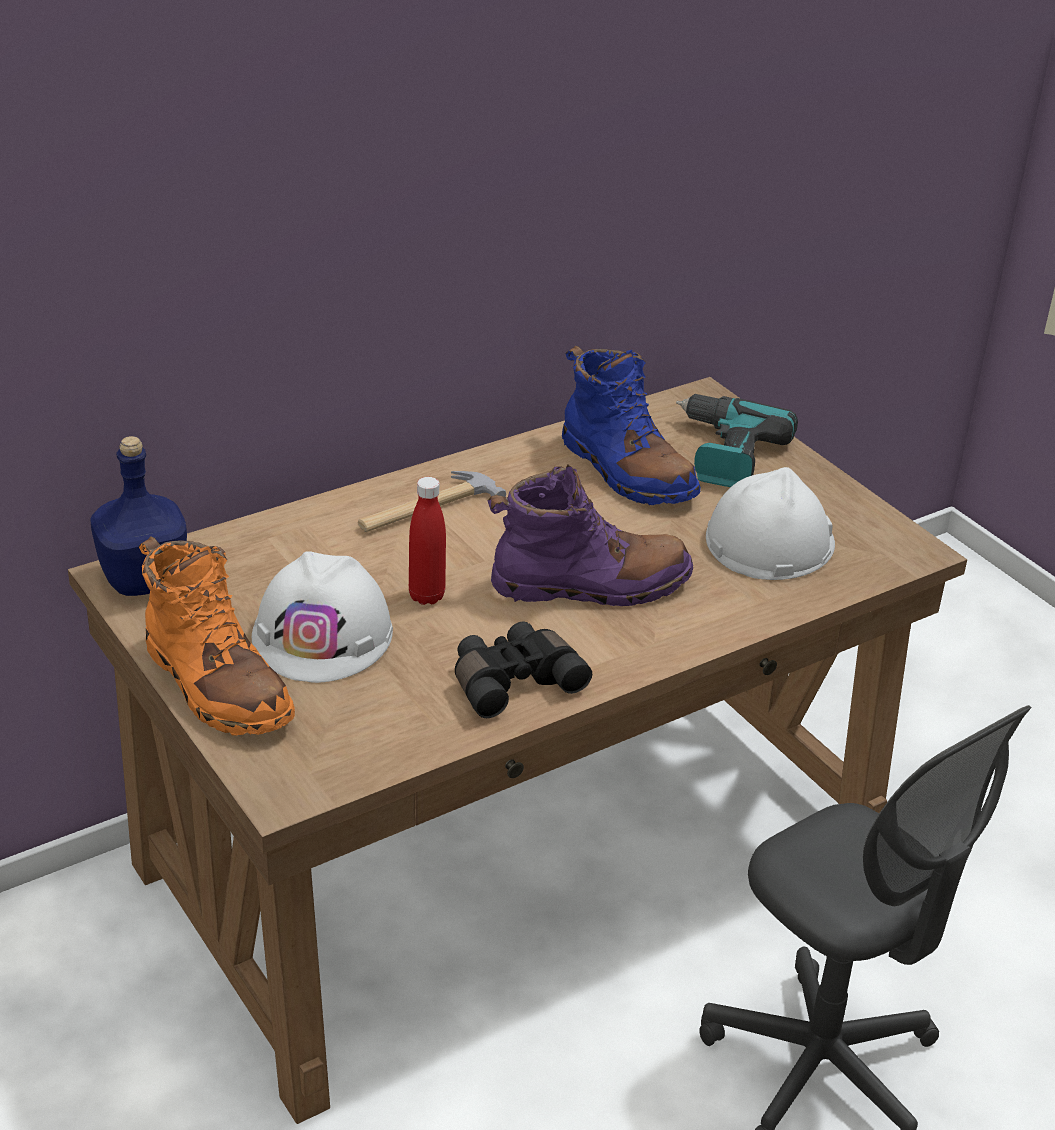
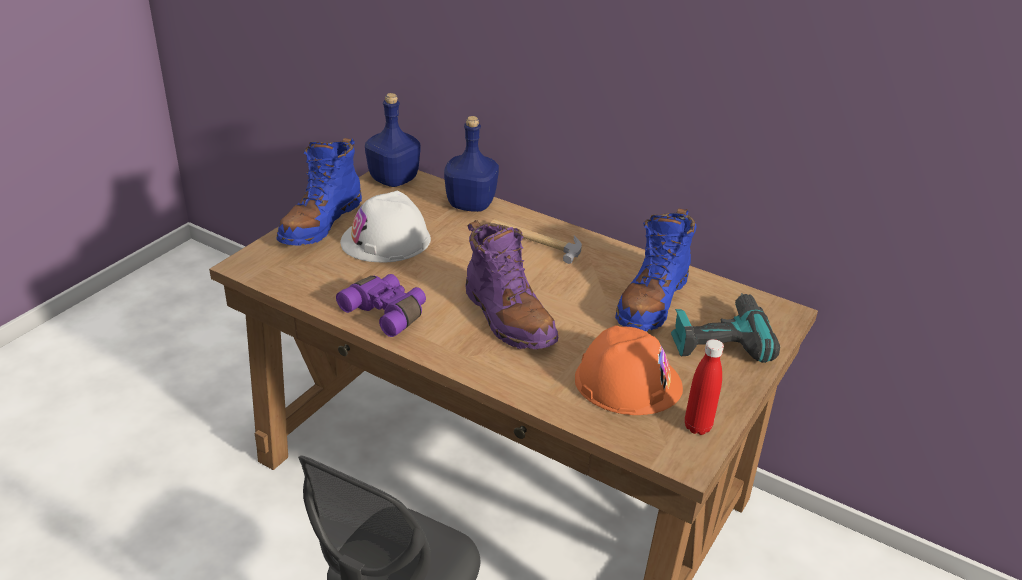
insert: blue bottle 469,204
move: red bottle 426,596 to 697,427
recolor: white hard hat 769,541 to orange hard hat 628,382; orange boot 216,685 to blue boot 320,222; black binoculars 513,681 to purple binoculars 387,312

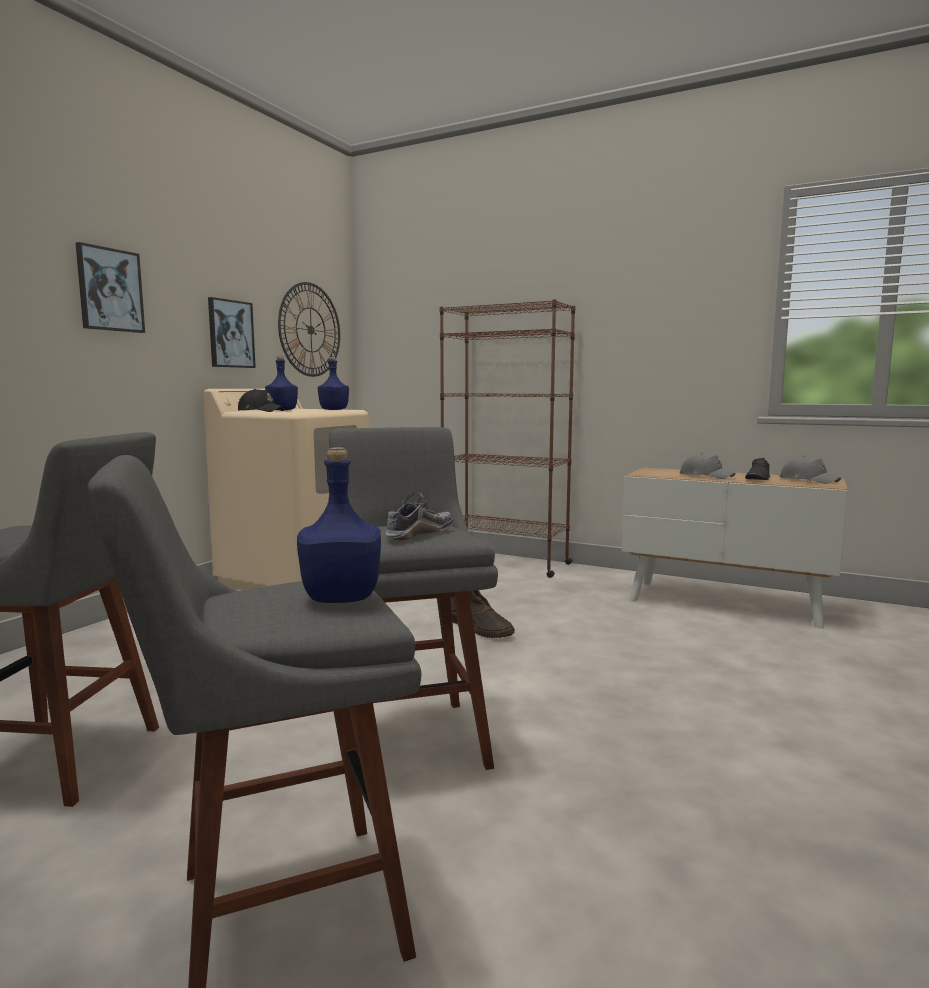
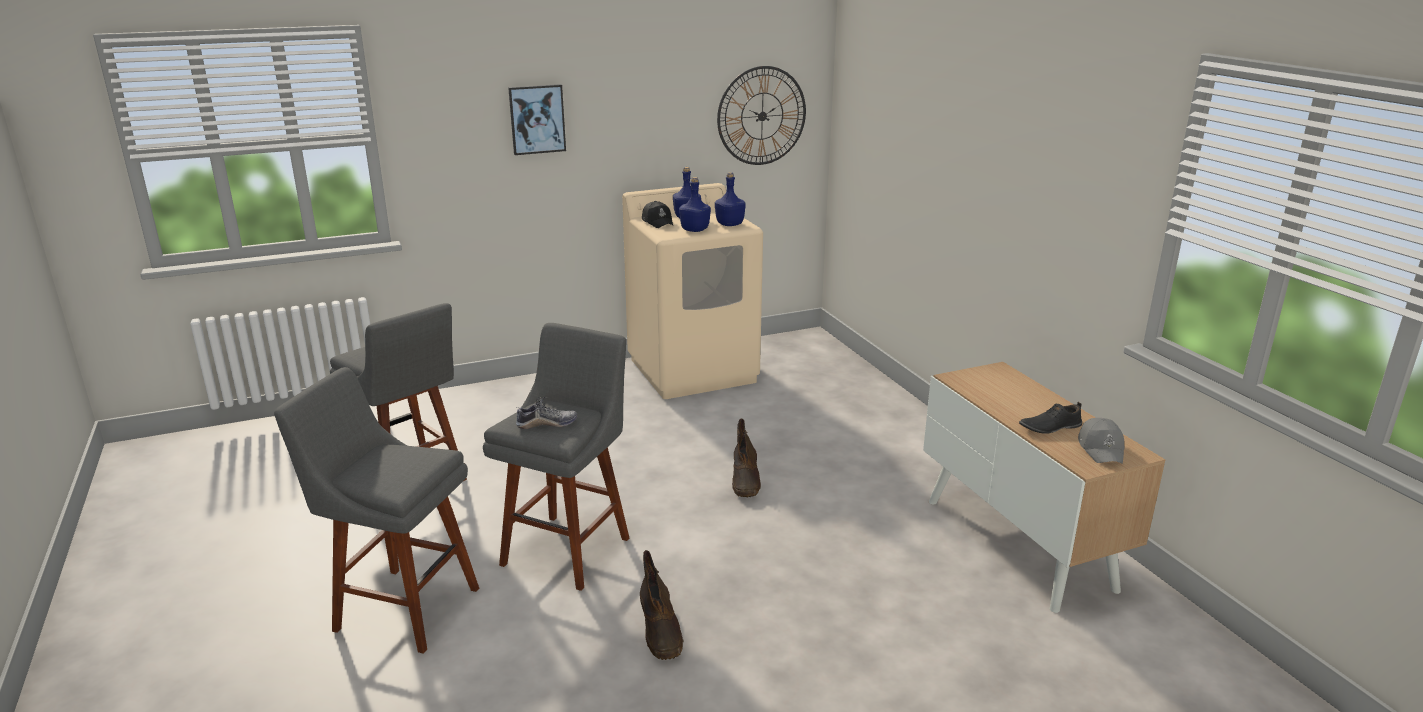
delete: picture 230,334; brown bookcase 505,563; grey cap 706,476
insert: brown boot 661,630
move: blue bottle 343,597 to 695,230

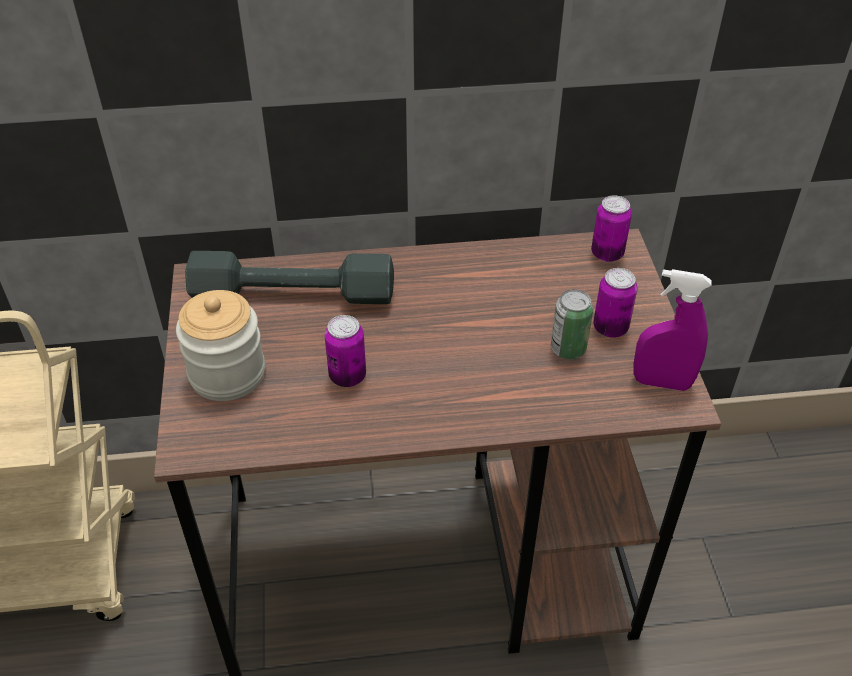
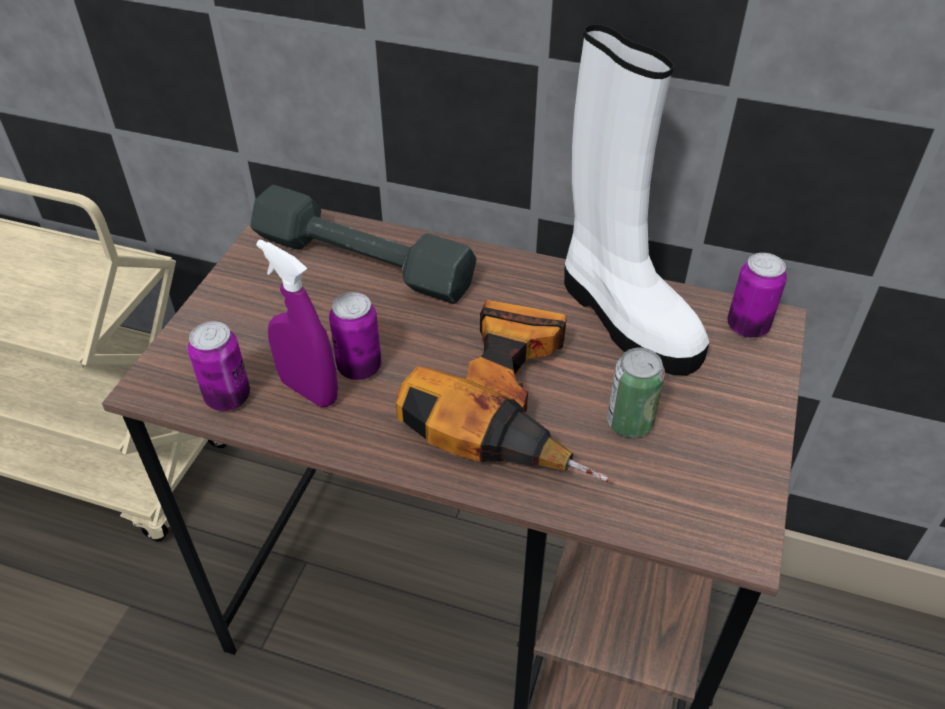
delete: jar 227,374
insert: white boot 624,316; power drill 515,404
move: can 610,328 to 228,397; purple spray bottle 662,382 to 309,390

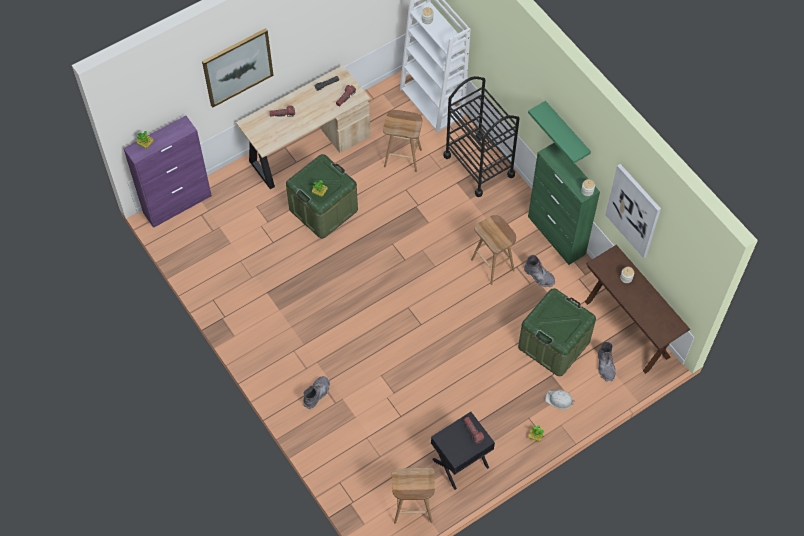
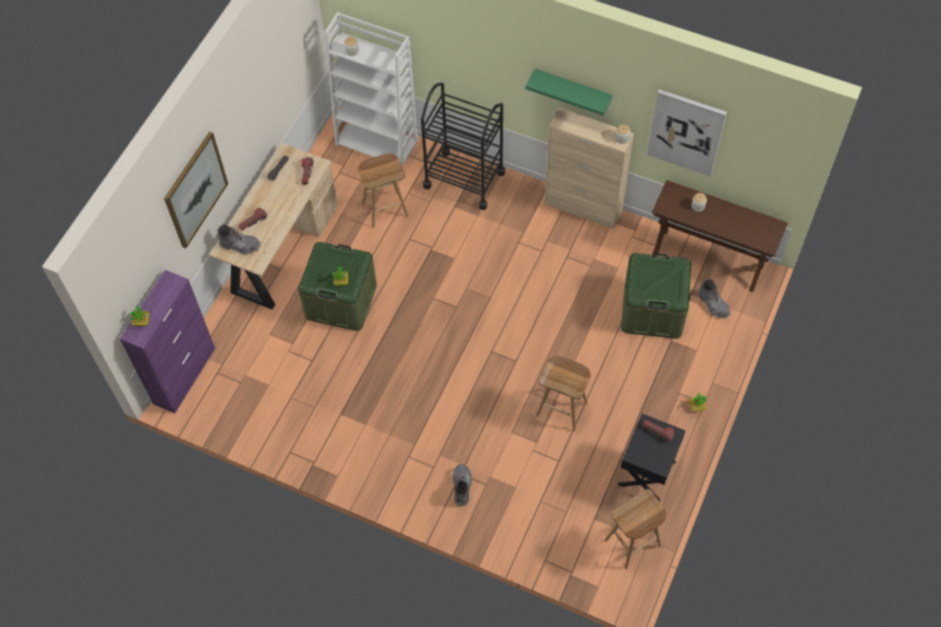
delete: white hard hat 559,400
move: brown stool 493,265 to 562,409; grey boot 539,276 to 240,246
recolor: green cabinet 556,236 to beige cabinet 583,207

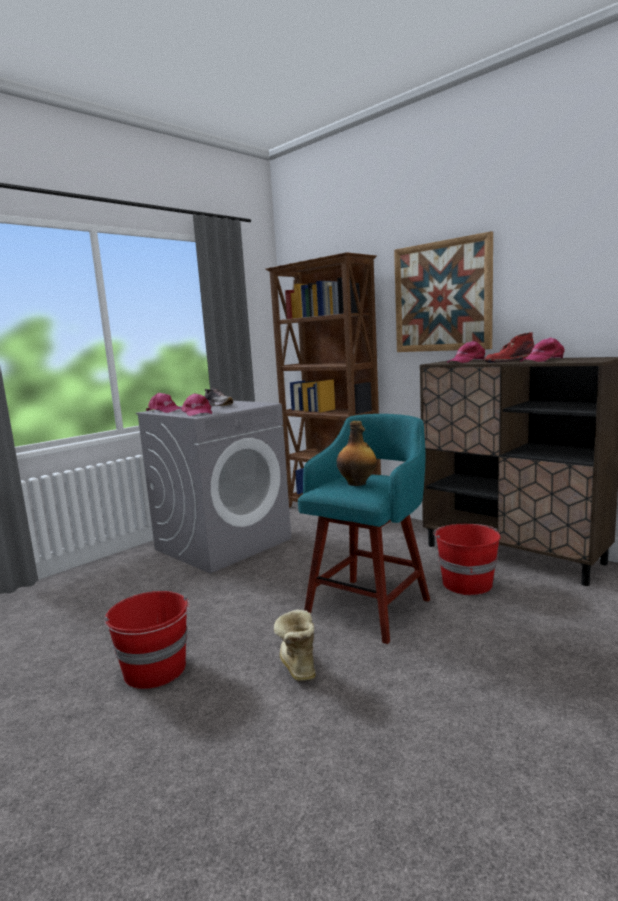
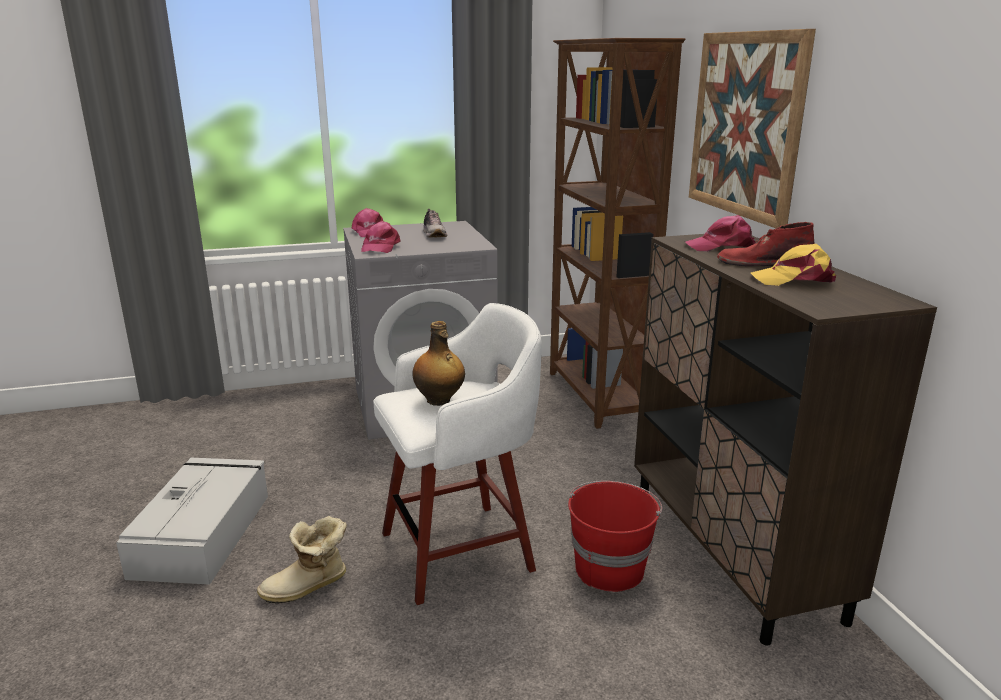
replace: red bucket 155,670 to grey storage box 203,533
recolor: pink cap 543,360 to yellow cap 794,279; turquoise stool 370,606 to white stool 462,550
rotate: boot 296,666 = 308,587 135 degrees counterclockwise

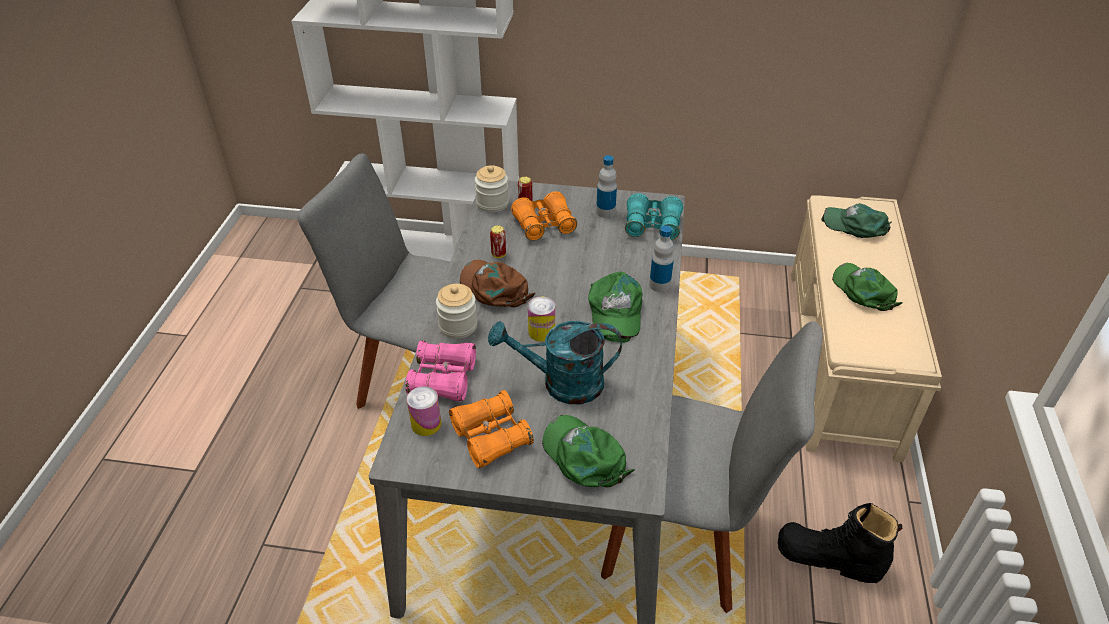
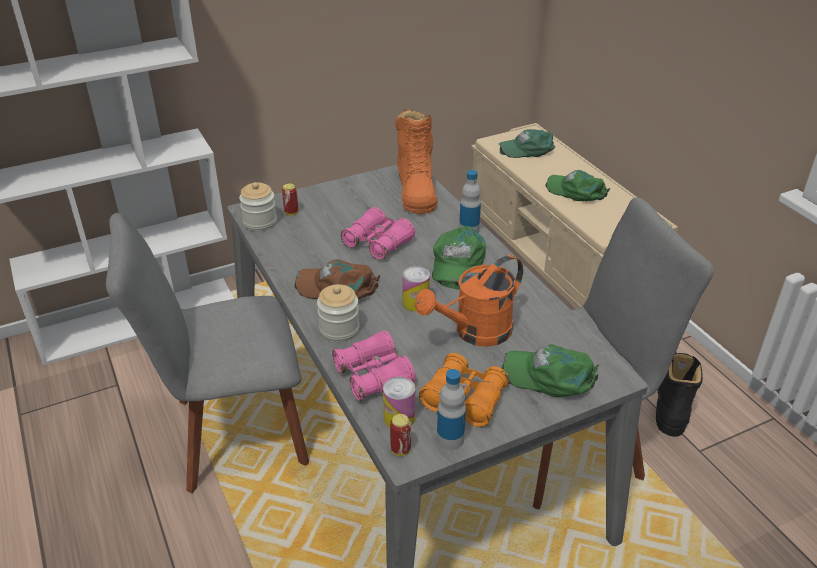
delete: orange binoculars 544,225
insert: pink binoculars 378,243
move: bottle 605,212 to 450,439; can 498,254 to 400,450
replace: turquoise binoculars 652,226 to orange boot 416,190
recolor: turquoise watering can 561,383 to orange watering can 475,333
rotate: green cap 614,312 = 457,263 45 degrees clockwise; black boot 829,557 = 671,403 120 degrees clockwise

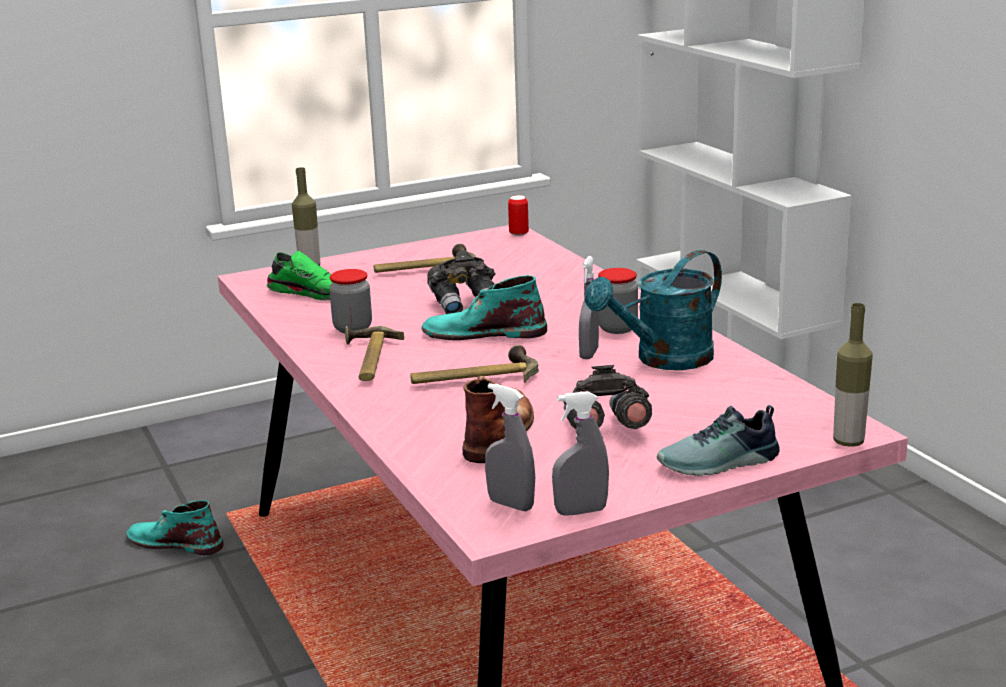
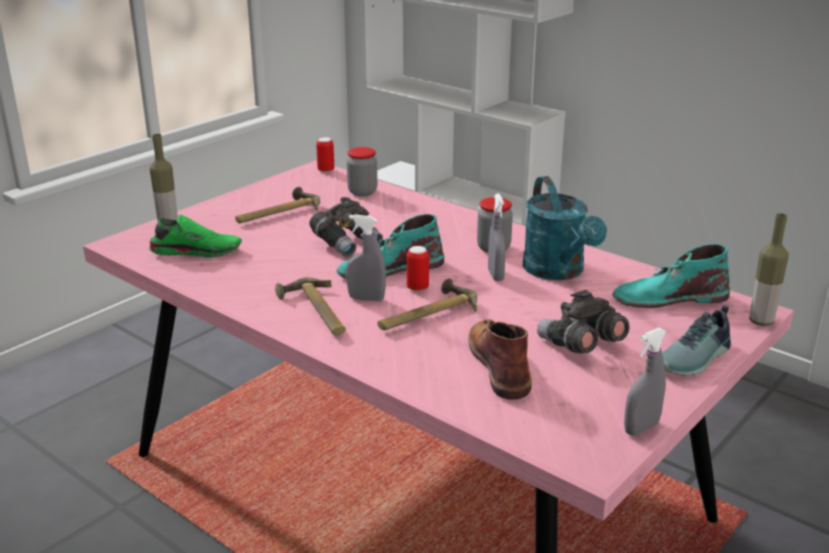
insert: can 417,288
move: jar 352,328 to 362,192; grey spray bottle 511,504 to 366,298; turquoise boot 175,542 to 668,298
rotate: turquoise watering can 664,360 = 558,272 45 degrees counterclockwise

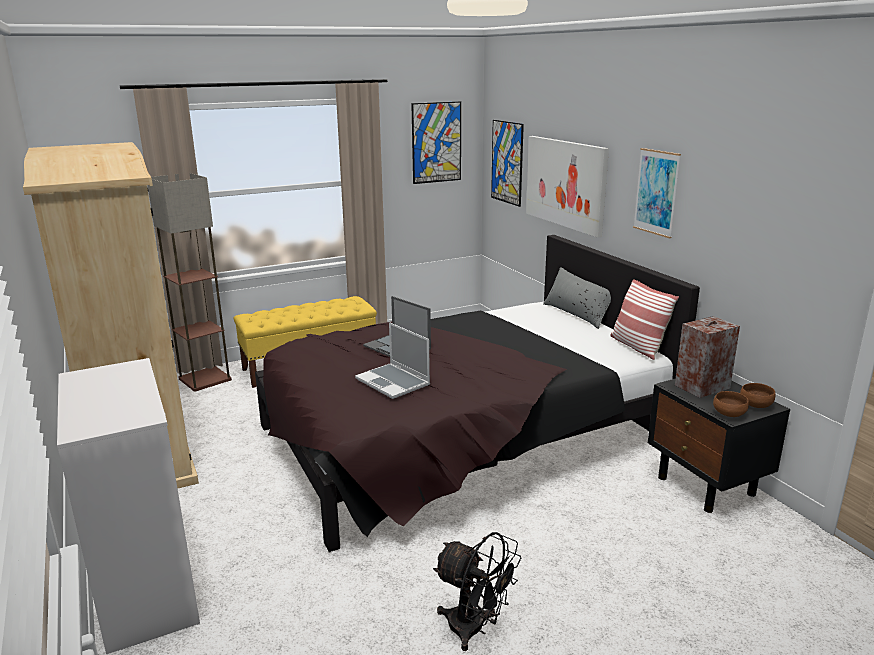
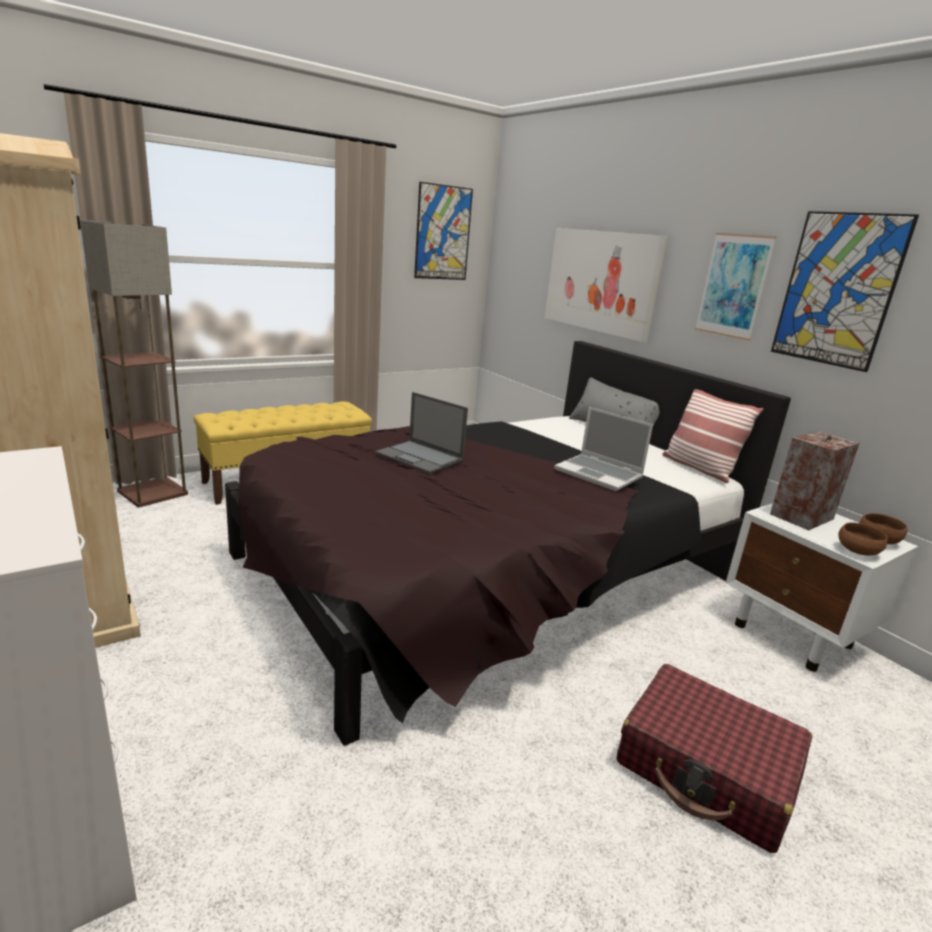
delete: black fan 475,629
insert: red suitcase 707,769
move: picture 507,162 to 837,290; laptop 394,382 to 599,474
recolor: black nightstand 707,486 to white nightstand 794,636

